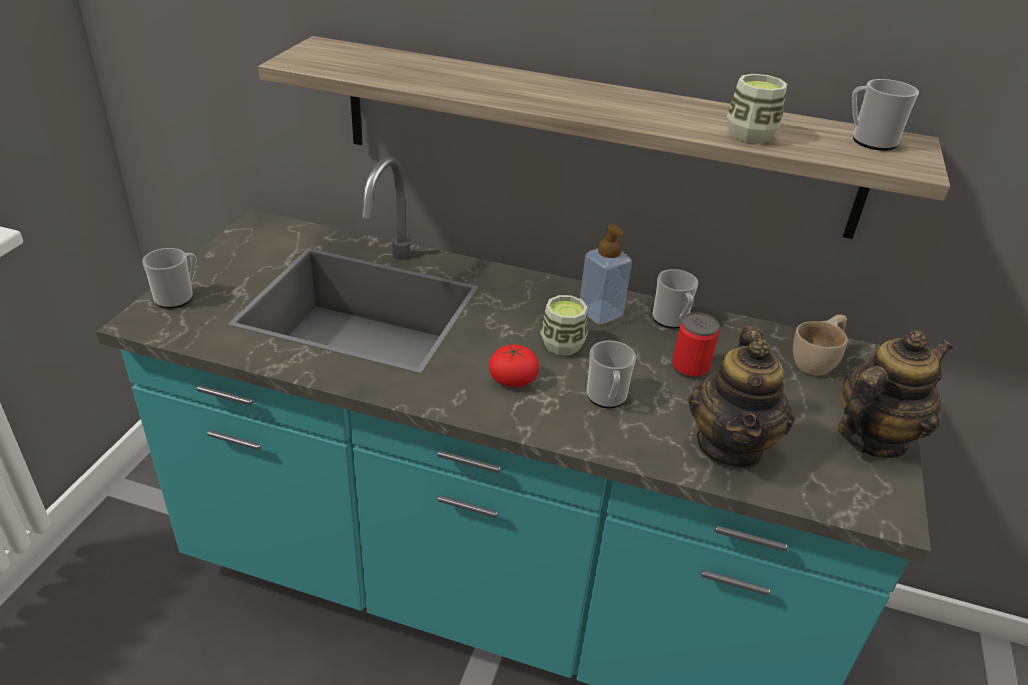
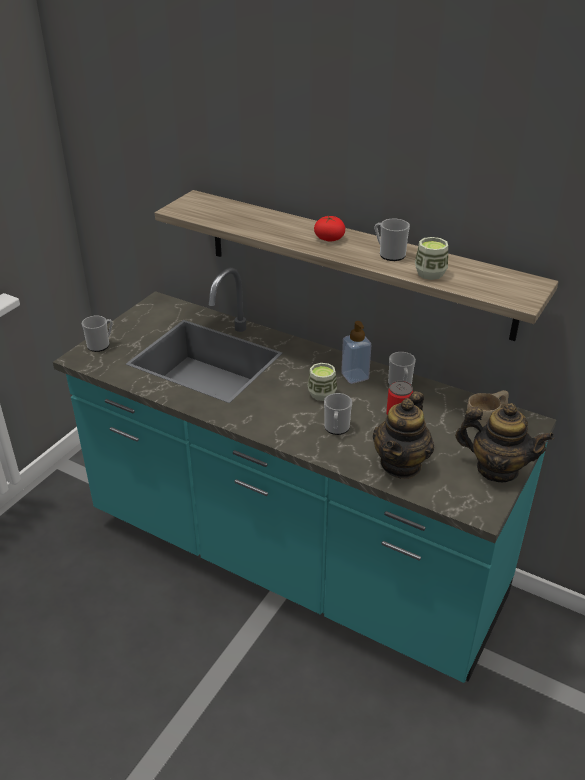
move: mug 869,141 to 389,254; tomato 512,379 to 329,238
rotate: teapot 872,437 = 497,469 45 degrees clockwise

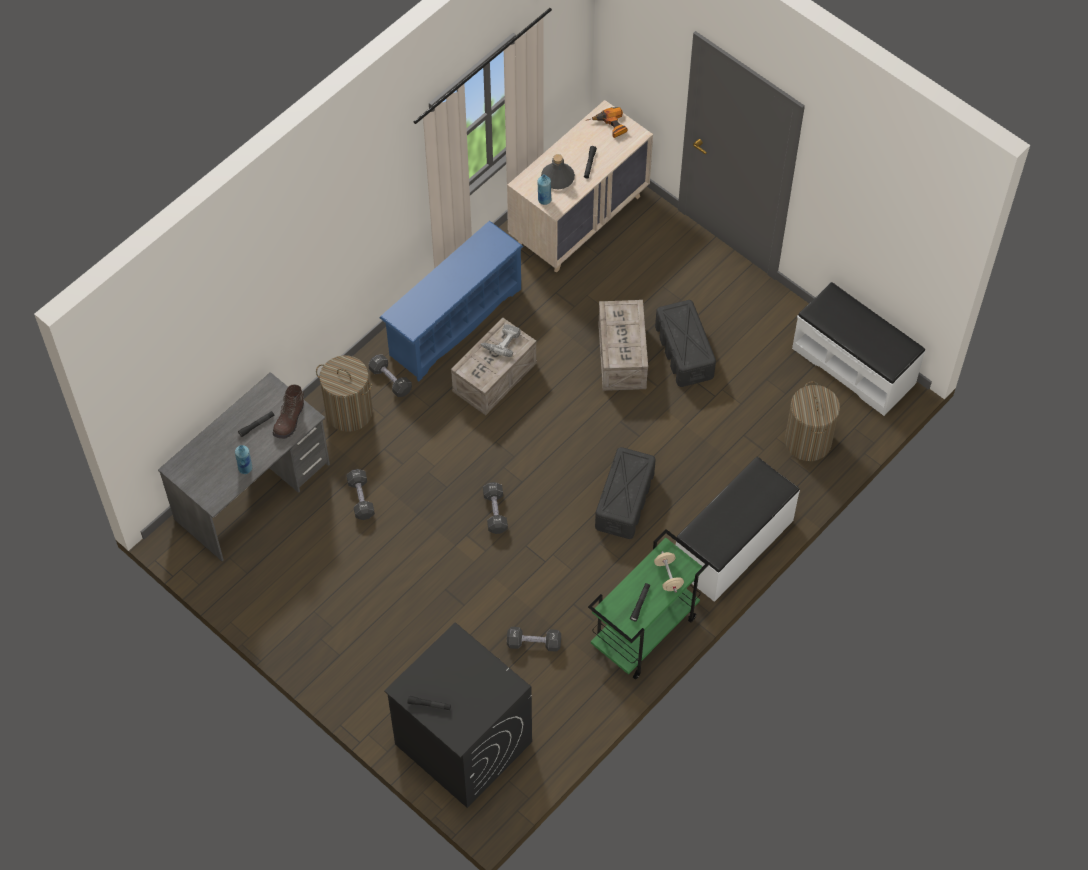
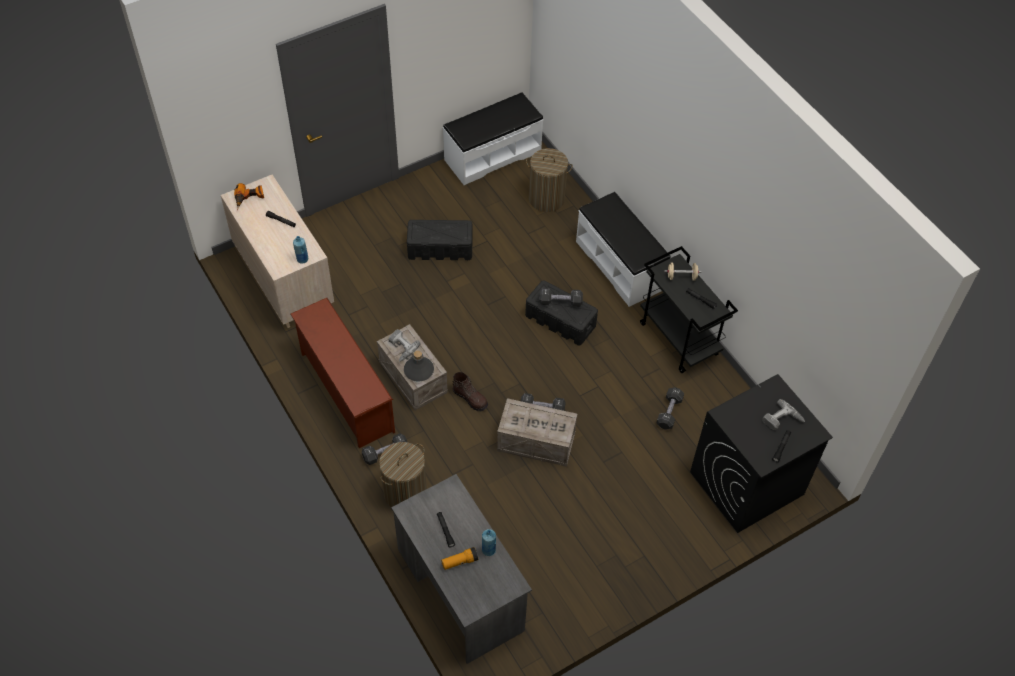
insert: power drill 782,420; flashlight 459,562
move: grey bottle 557,178 to 419,370; crate 621,355 to 535,442; brown boot 290,420 to 470,398; black dumbbell 361,499 to 560,302
recolor: blue shoe rack 454,321 to brown shoe rack 345,392; green cart 644,633 to black cart 679,339

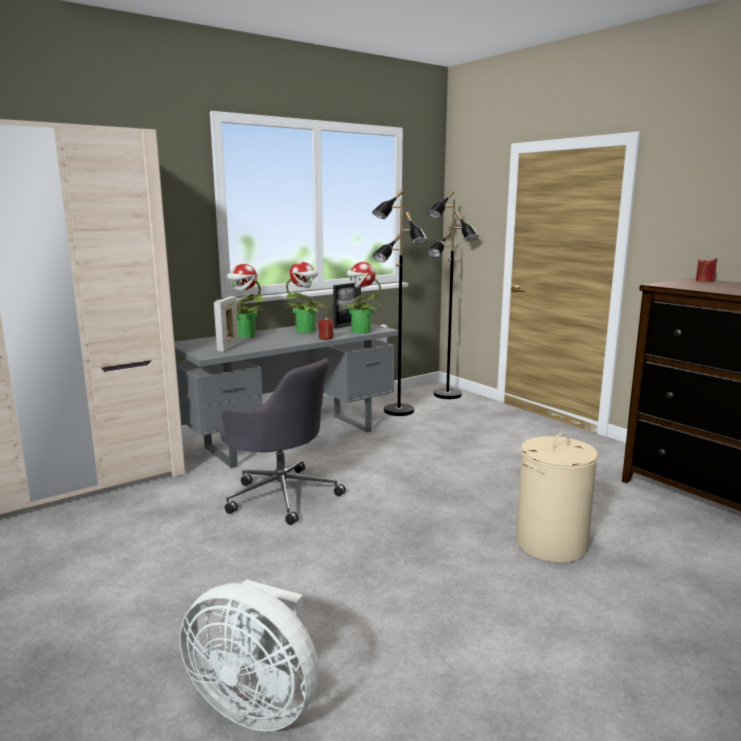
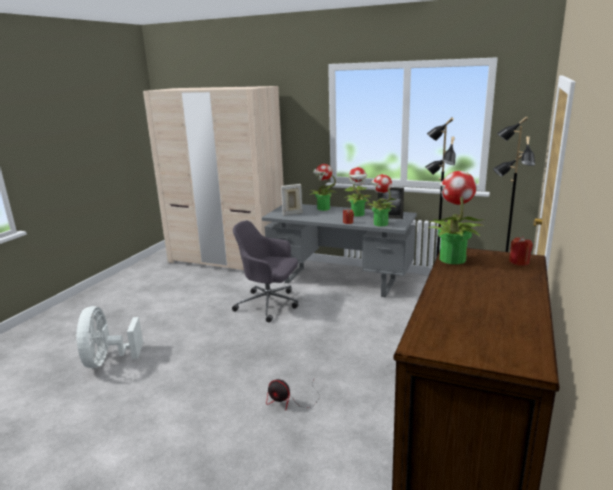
insert: potted plant 452,259
replace: beige laundry basket 550,544 to fan 291,401
rotate: grey office chair 281,495 = 269,305 105 degrees clockwise

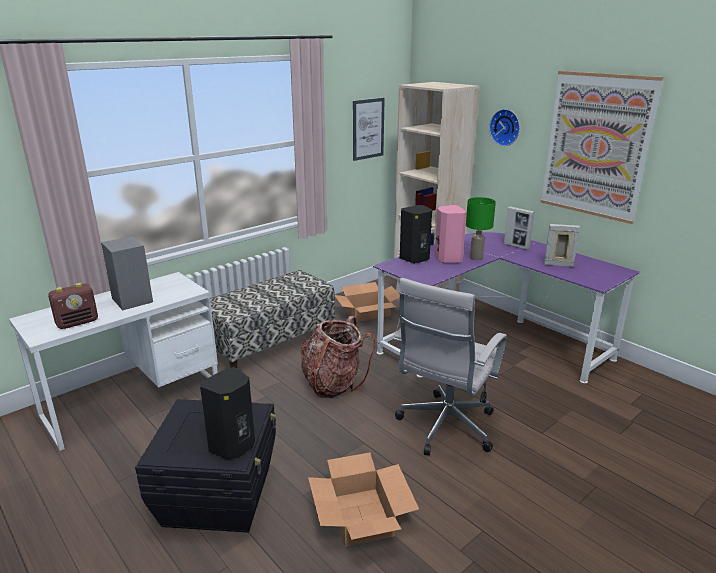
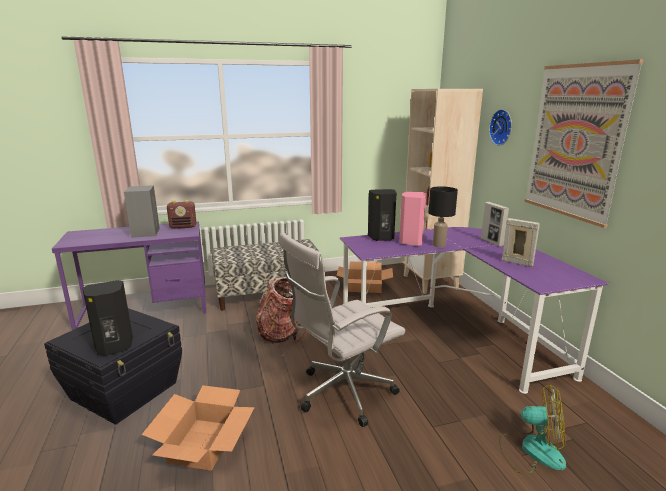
delete: picture 368,129
insert: fan 531,450
move: radio 78,322 to 183,227
recolor: green table lamp 476,258 to black table lamp 438,245; white desk 133,399 to purple desk 144,309

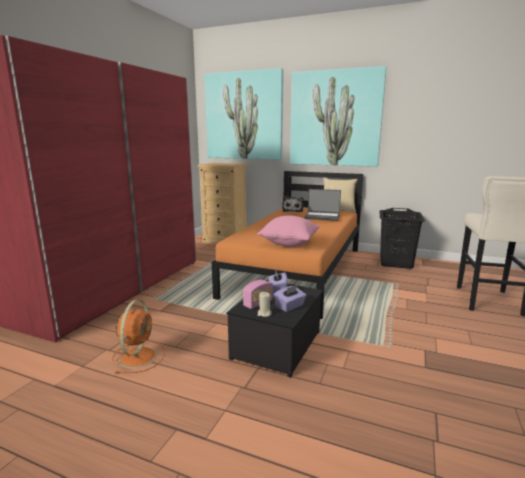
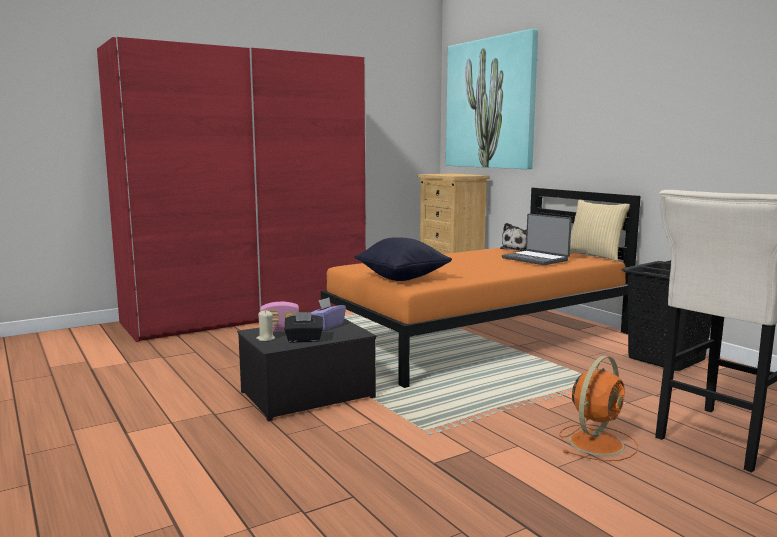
delete: picture 335,119
move: orange fan 139,356 to 597,442
recolor: pink pillow 289,244 to black pillow 402,278; purple tissue box 290,306 to black tissue box 304,339

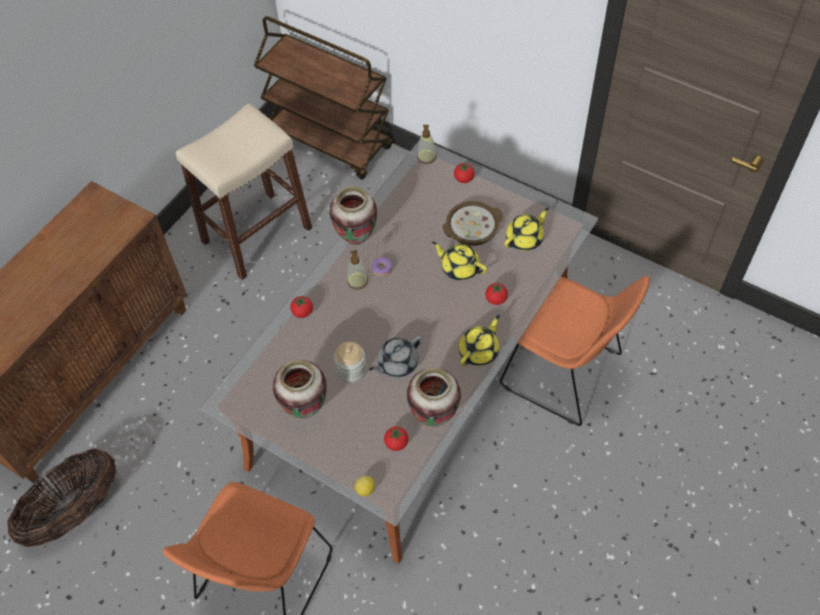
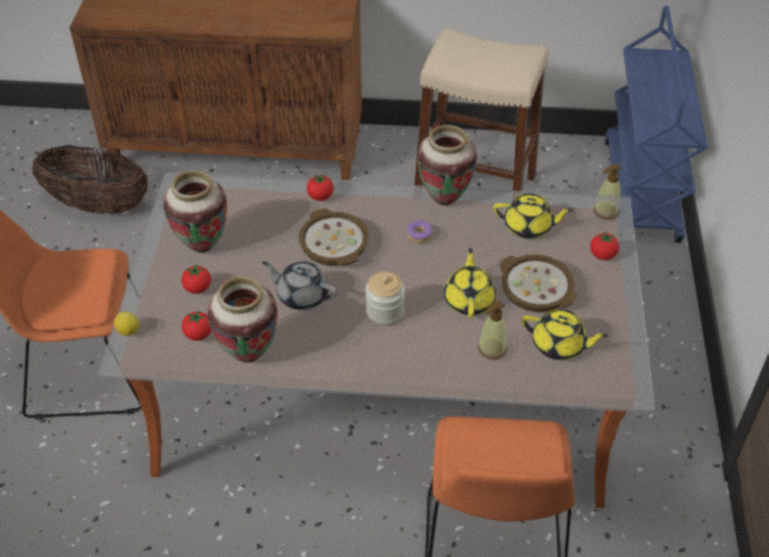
insert: bowl 333,245
move: soap dispenser 357,281 to 491,349; tomato 496,299 to 197,288; yellow teapot 479,351 to 529,227; jar 351,369 to 385,312
recolor: brown cart 330,141 to blue cart 641,192

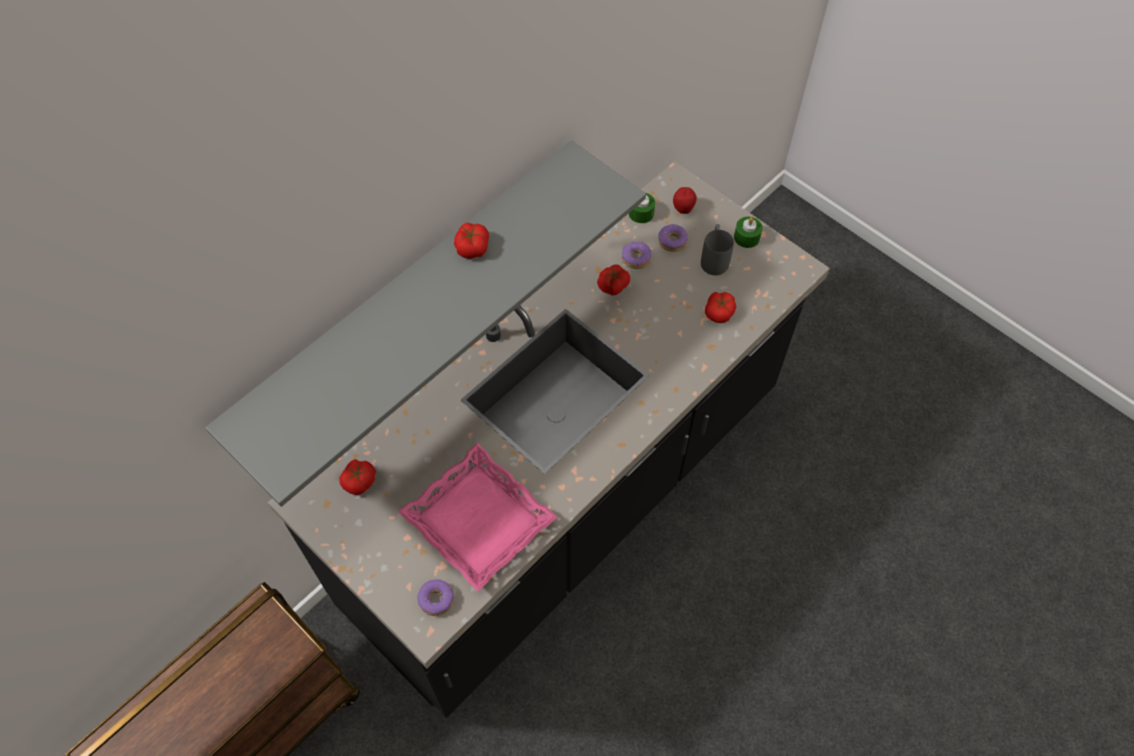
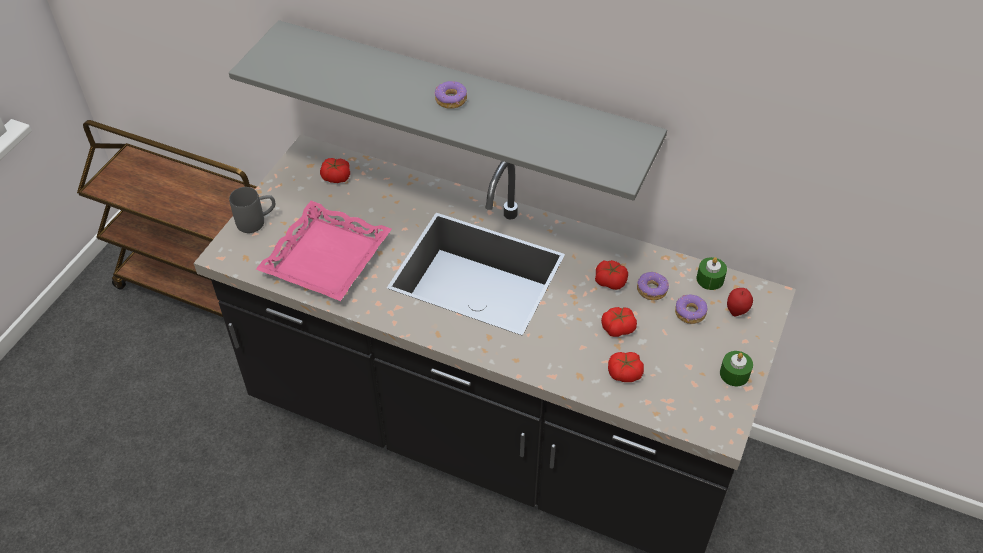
move: tomato 472,247 to 618,327; grey mug 714,258 to 257,221; donut 437,600 to 451,100

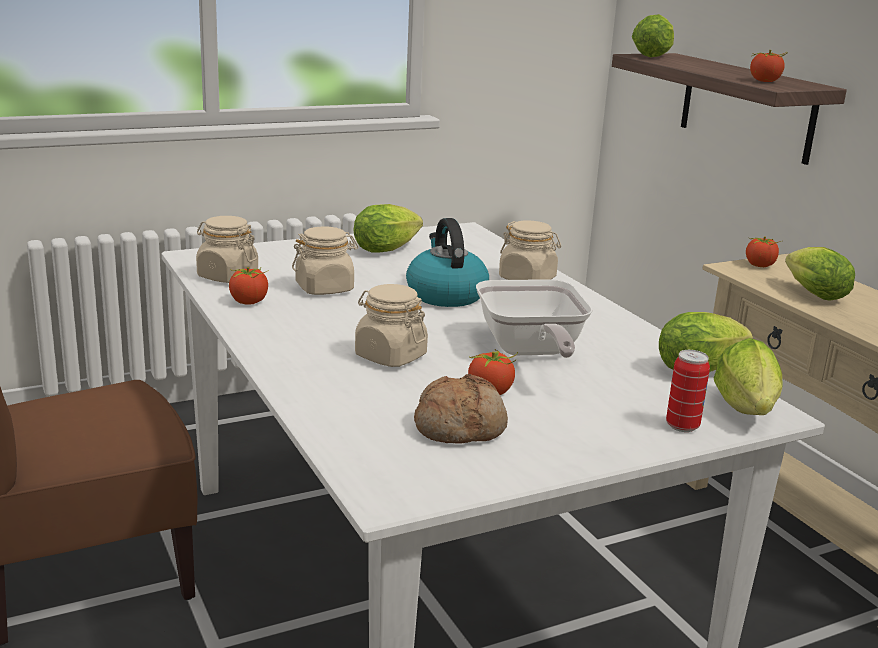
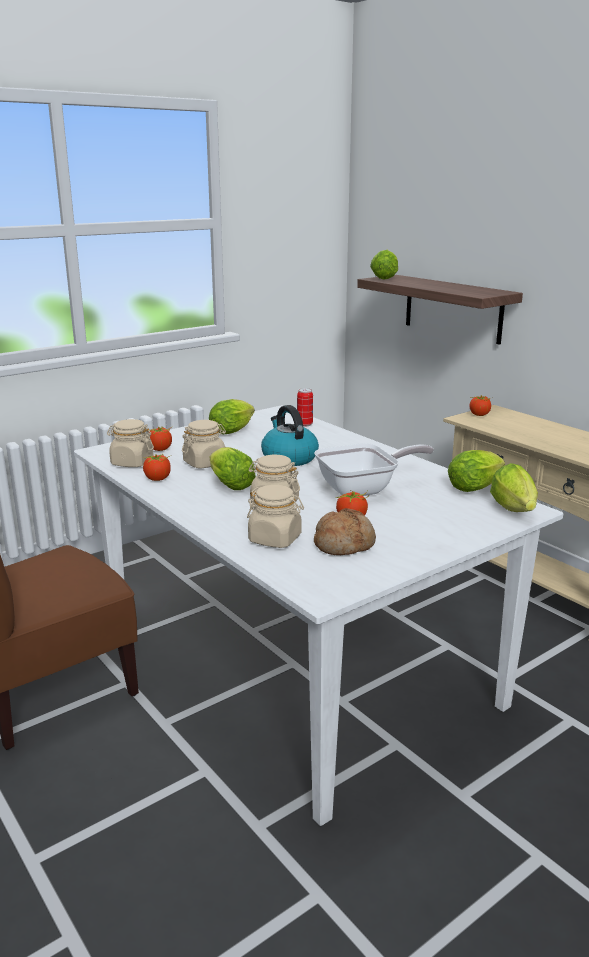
move: tomato 765,81 to 160,449; beige jar 527,279 to 275,539; lettuce 811,293 to 229,485; can 682,426 to 304,424
rotate: frying pan 530,351 = 363,489 90 degrees counterclockwise

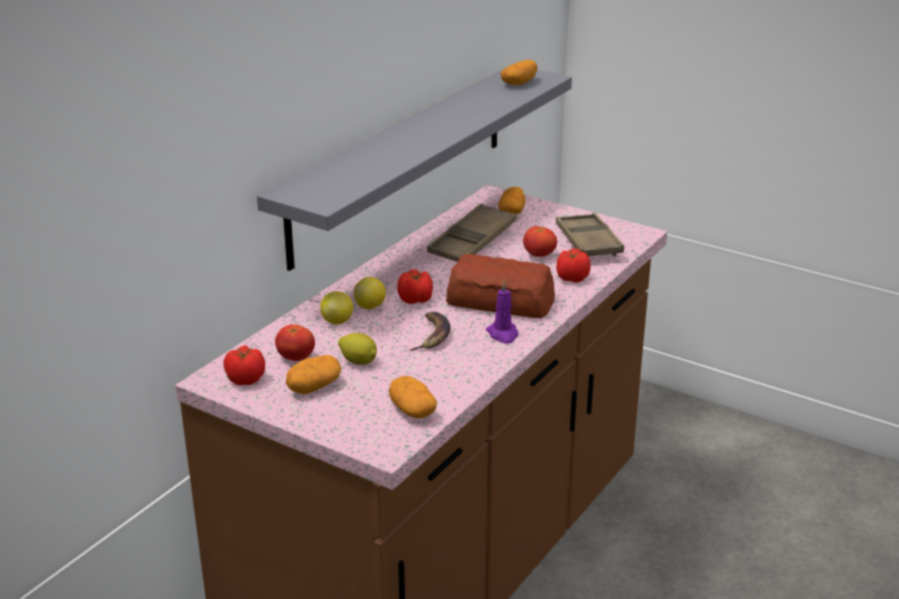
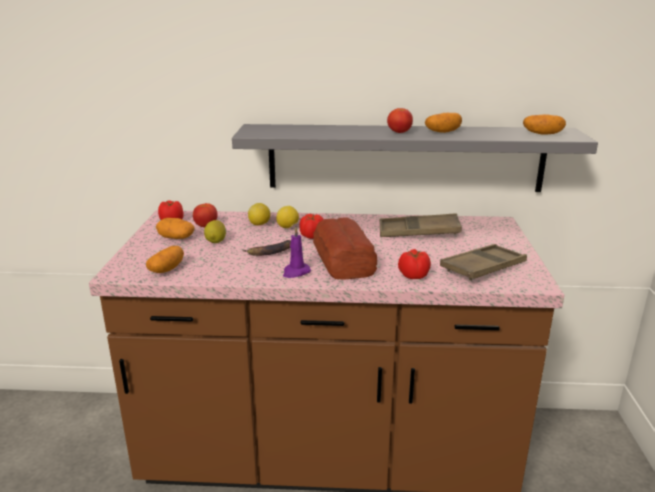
move: potato 511,212 to 443,132; tomato 539,255 to 399,132

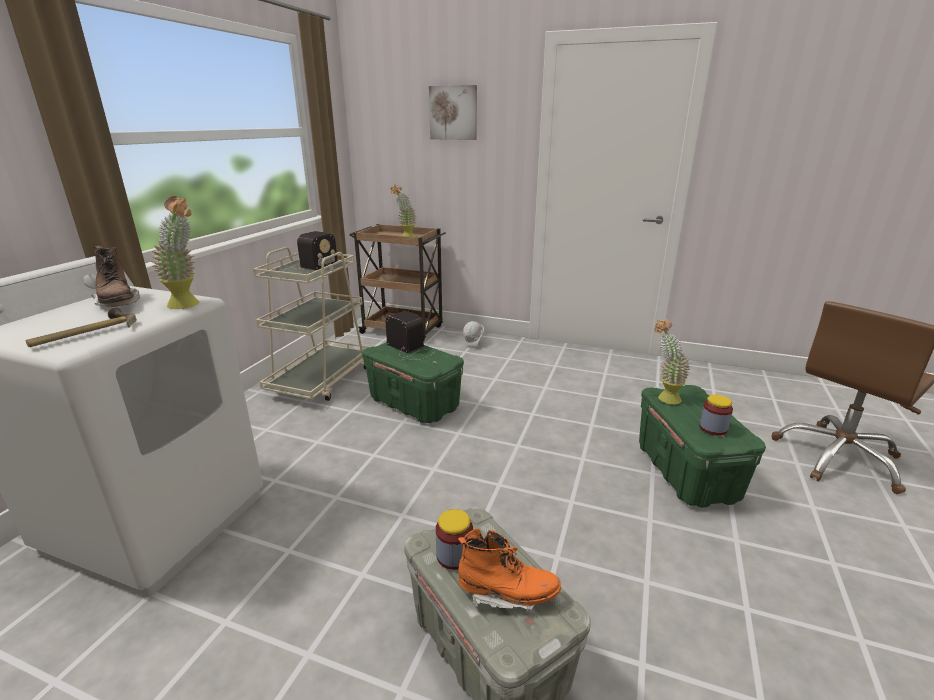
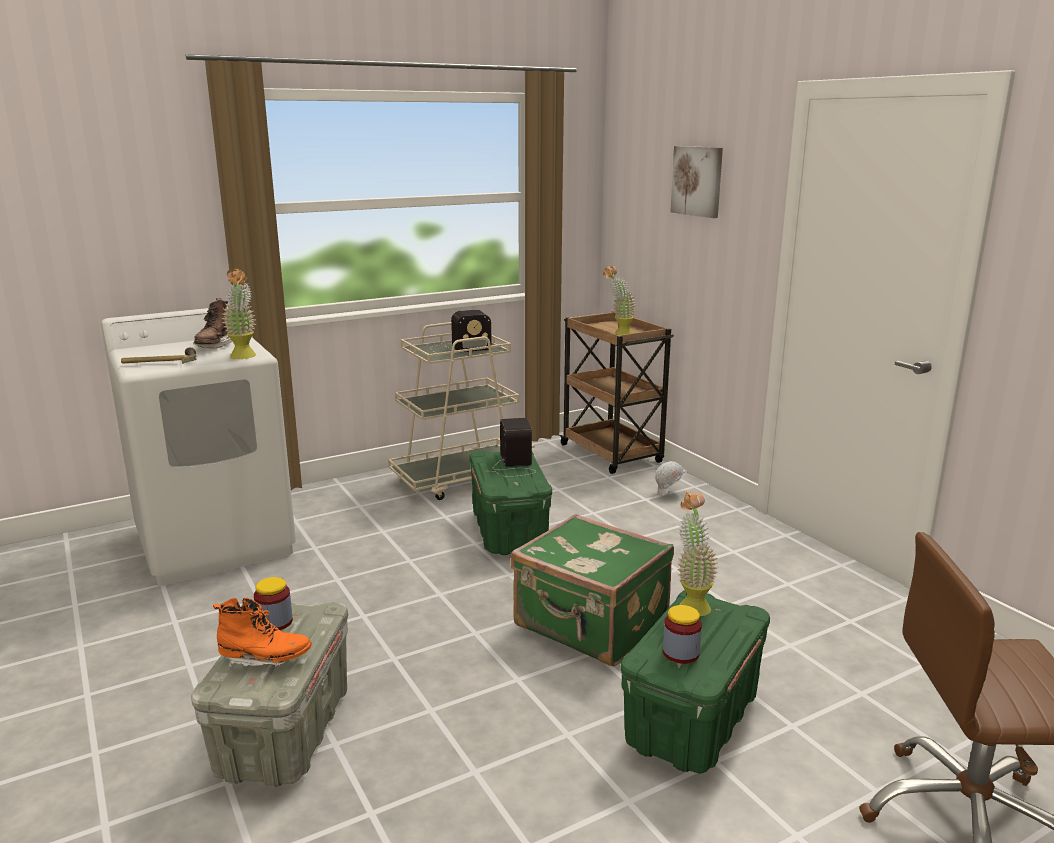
insert: green suitcase 590,625
rotate: orange boot 507,593 = 265,659 45 degrees counterclockwise

